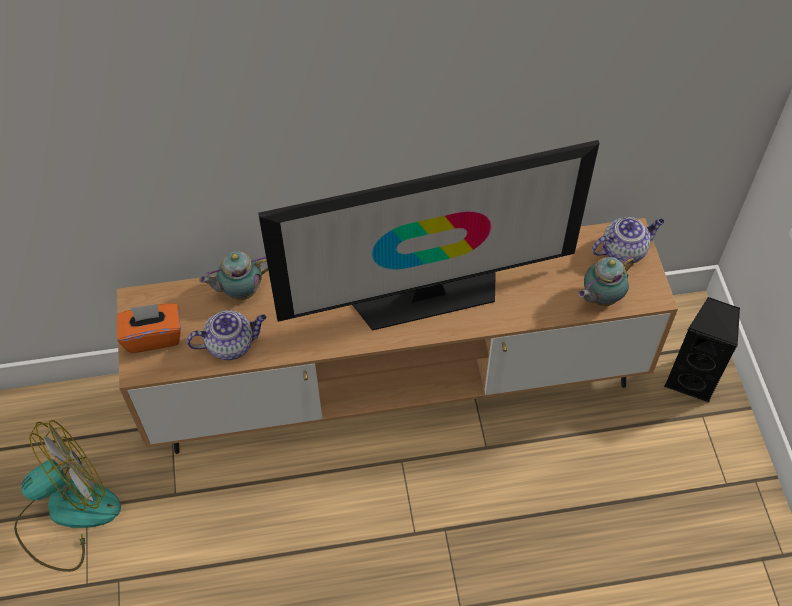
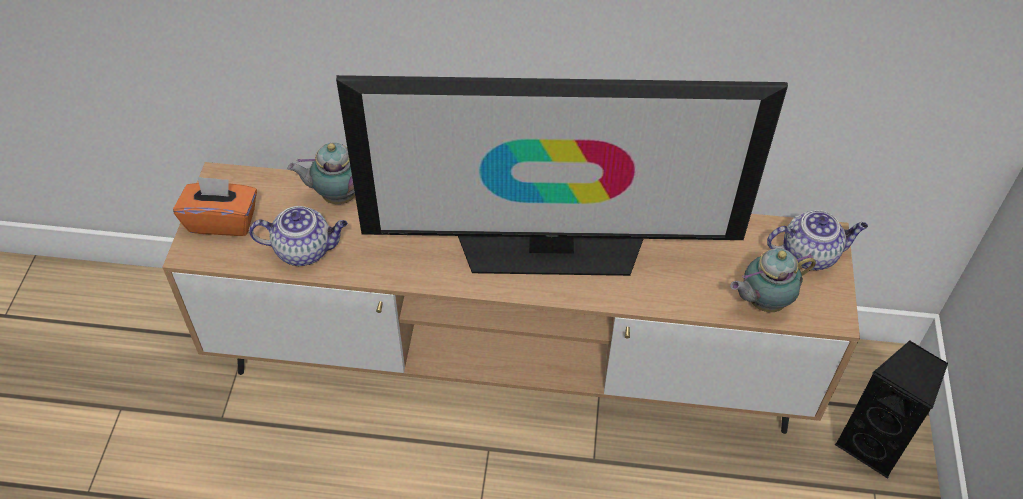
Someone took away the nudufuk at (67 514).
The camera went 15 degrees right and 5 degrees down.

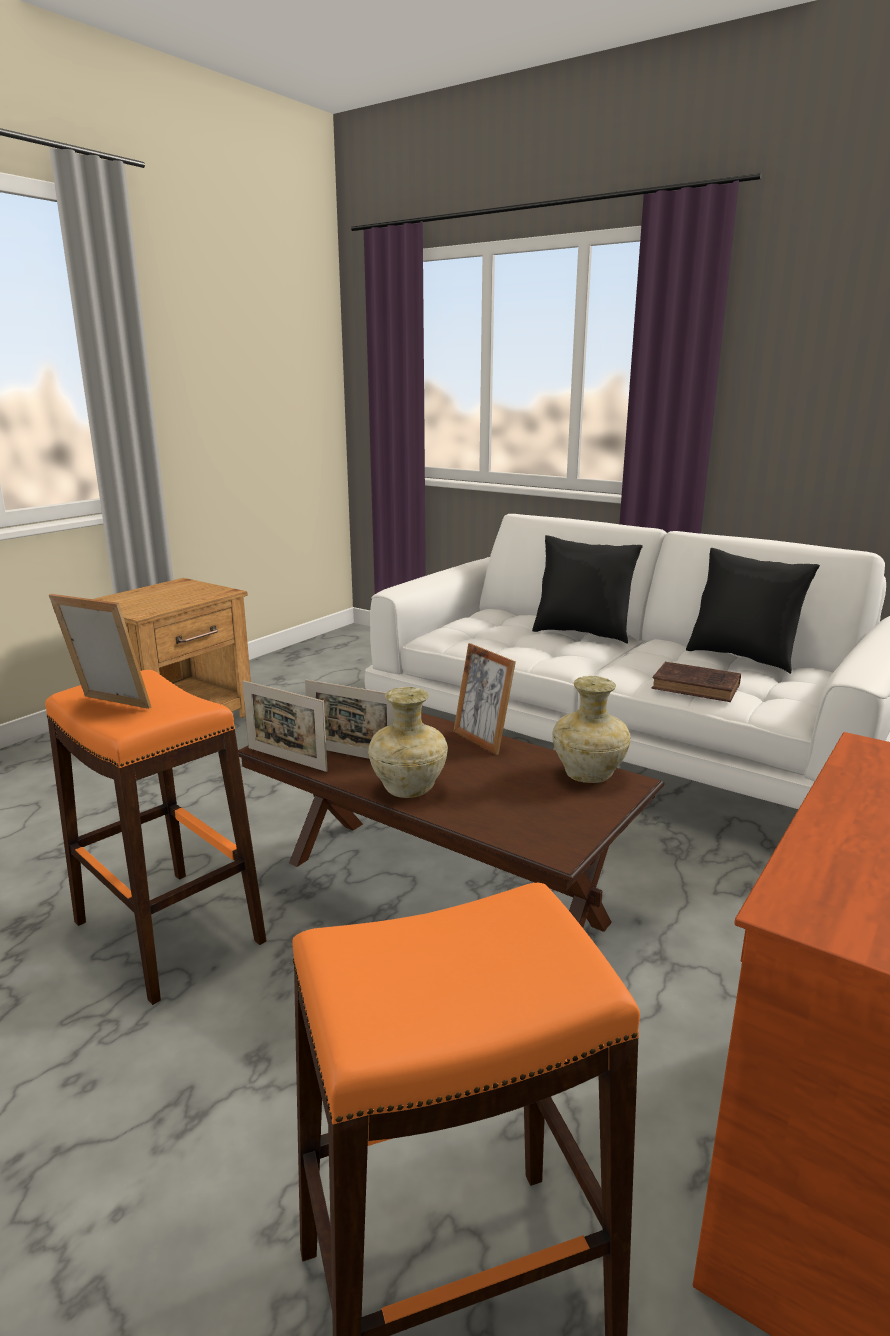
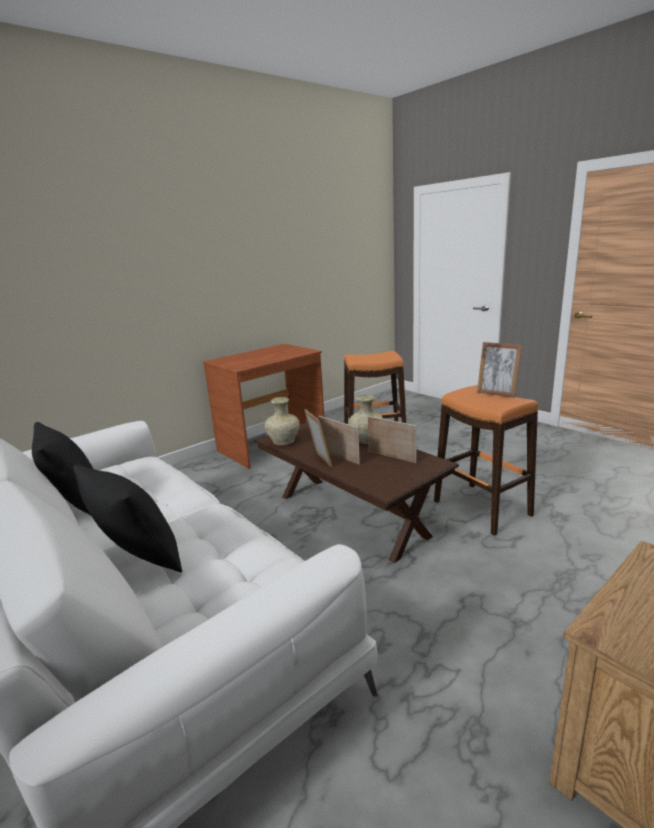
Someone carried the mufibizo from (286 759) to (339 457).
Someone took away the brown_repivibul at (698 687).
The camera went 165 degrees left and 0 degrees up.

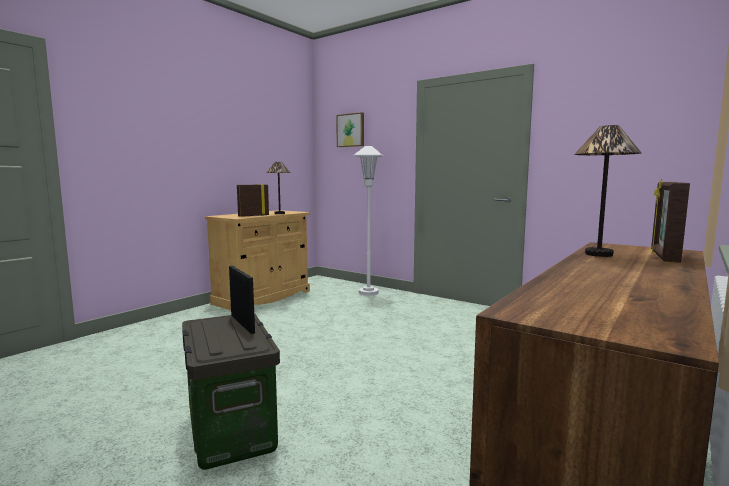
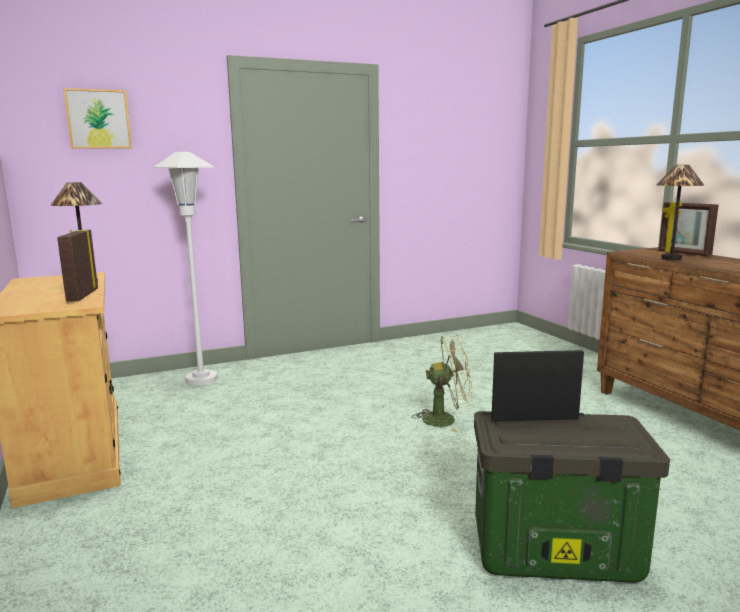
Someone put down the green_nudufuk at (446 419).
The camera went 60 degrees left and 5 degrees up.

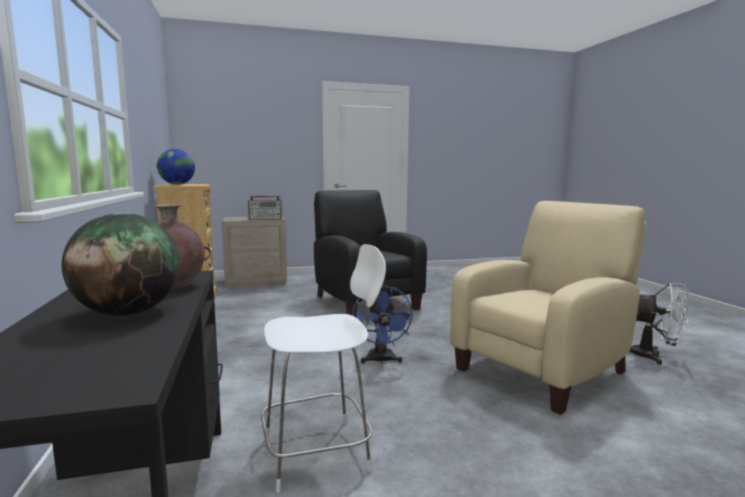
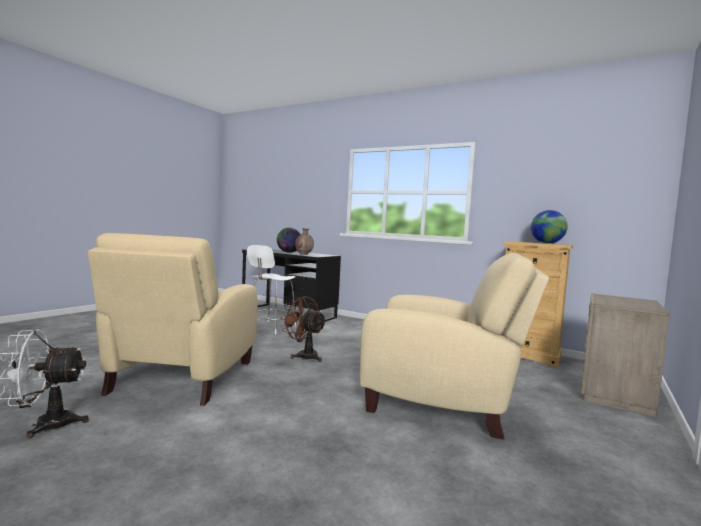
Someone repainted the blue_nudufuk at (381 361), which became the brown_nudufuk at (304 355).
Someone repainted the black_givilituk at (364 301), which became the beige_givilituk at (443 403).
Someone took away the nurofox at (266 219).
The camera went 135 degrees right and 5 degrees down.

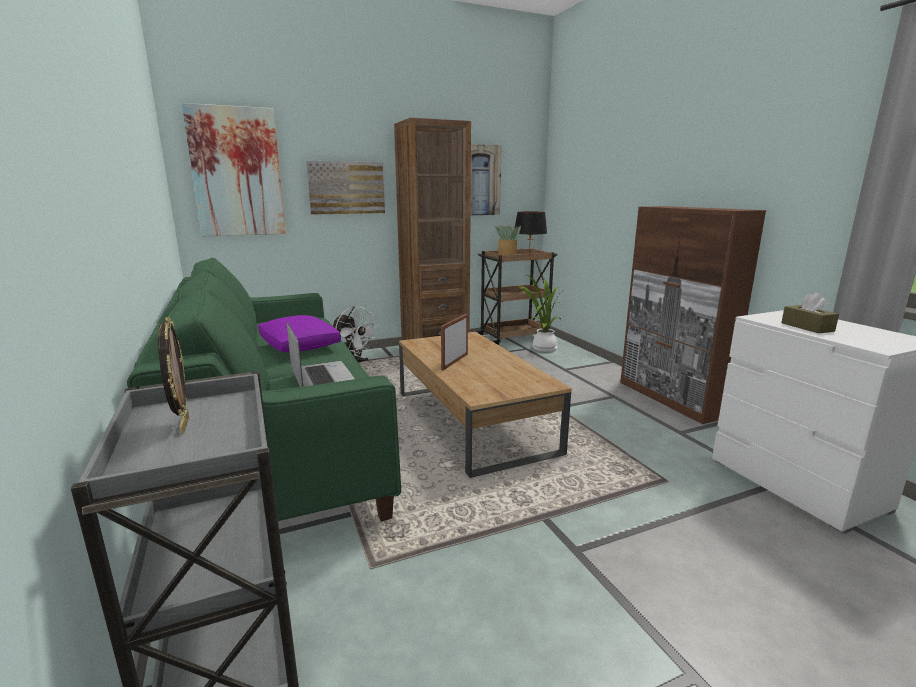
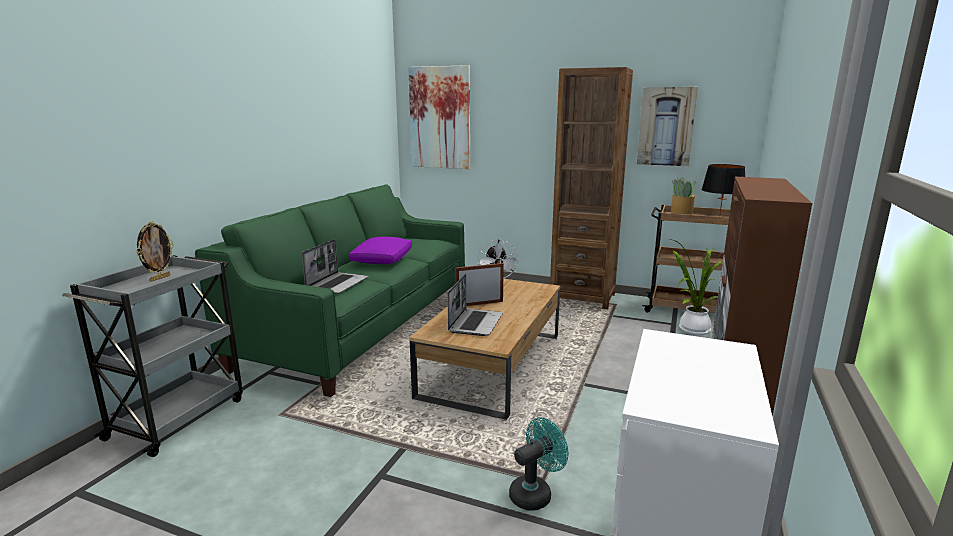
Someone put down the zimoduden at (475 323).
Someone put down the turquoise_nudufuk at (535 493).
Someone took away the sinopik at (346 188).
Someone took away the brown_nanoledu at (807 327).
The camera went 45 degrees right and 0 degrees up.

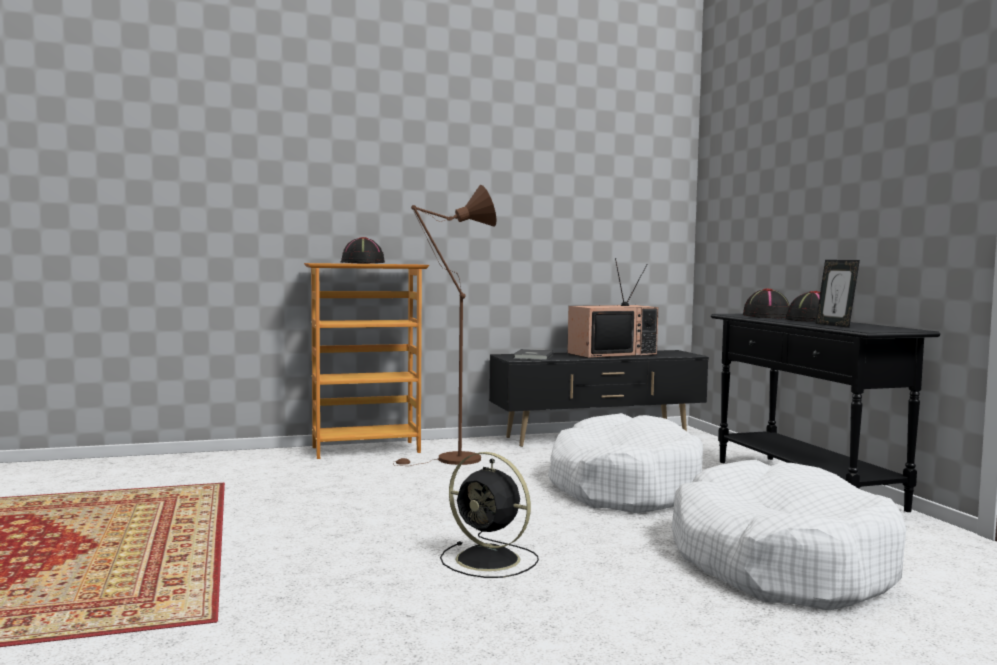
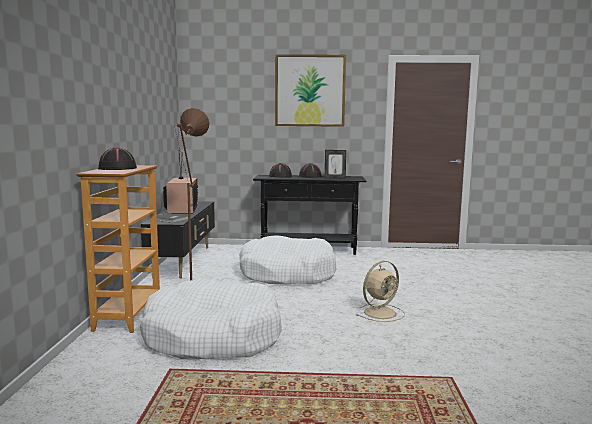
Someone carried the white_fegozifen from (779 563) to (212 336).
Someone put up the sinopik at (310 91).
Someone repainted the black_nudufuk at (490 560), which became the beige_nudufuk at (381 312).
The camera went 70 degrees left and 5 degrees up.

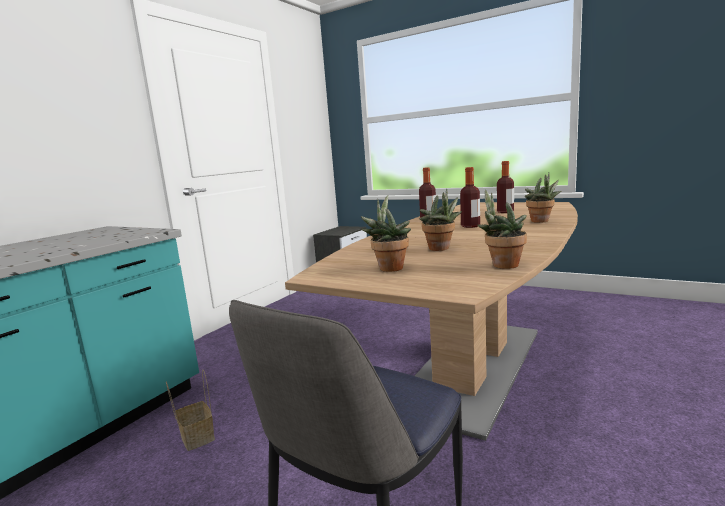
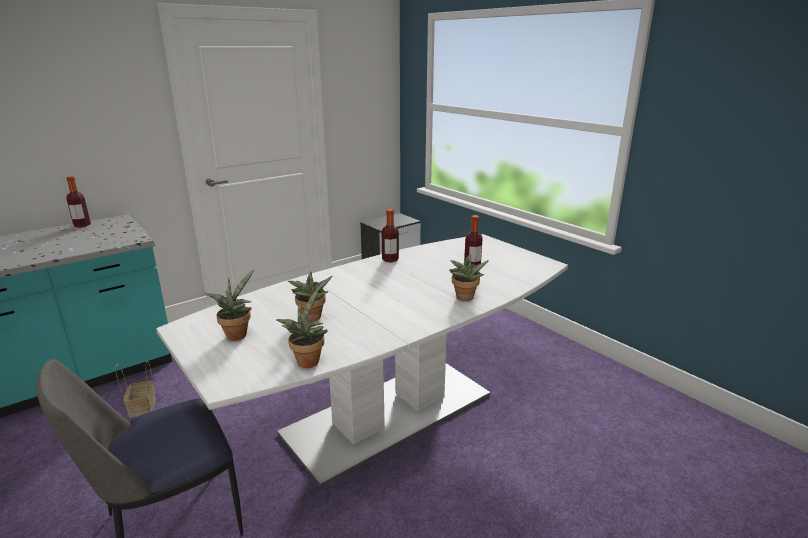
Someone carried the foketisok from (470 226) to (82 225).
Someone repainted the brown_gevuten at (473 366), which became the white_gevuten at (390 413).
The camera went 20 degrees right and 10 degrees up.

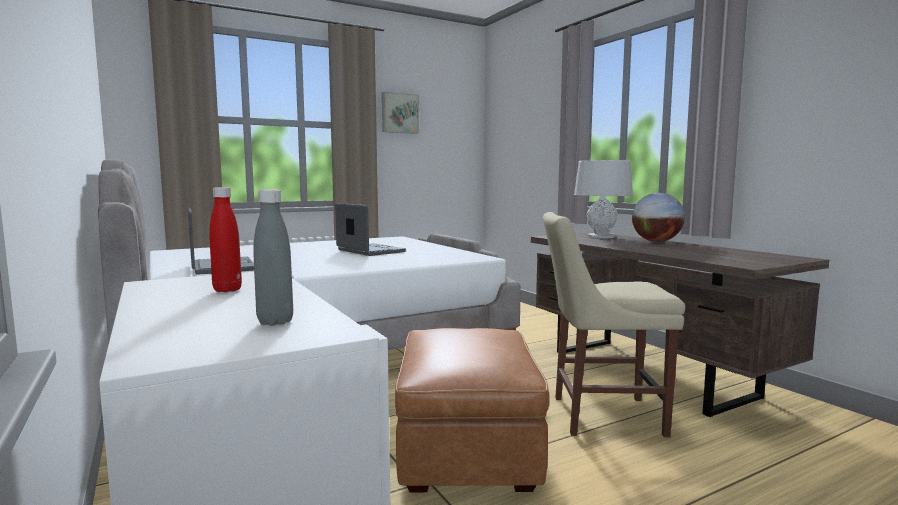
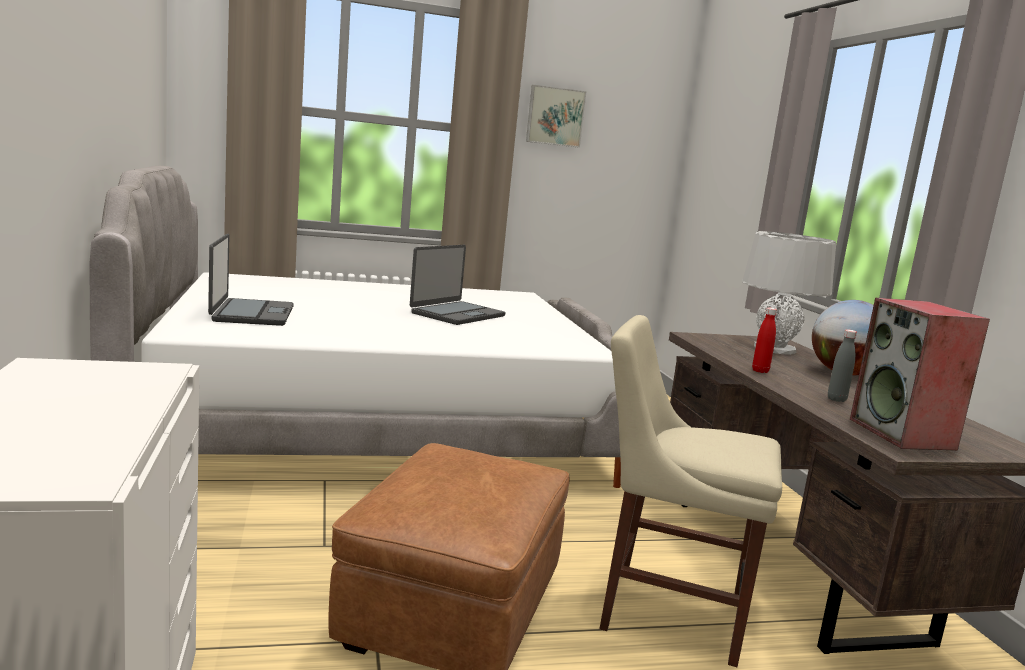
Someone rotated the zimoduden at (370 251) by 60 degrees clockwise.
Someone carried the red_foketisok from (227 290) to (760 371).
Someone carried the grey_foketisok from (275 322) to (836 399).
Someone put down the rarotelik at (903 434).
The camera went 15 degrees right and 5 degrees up.

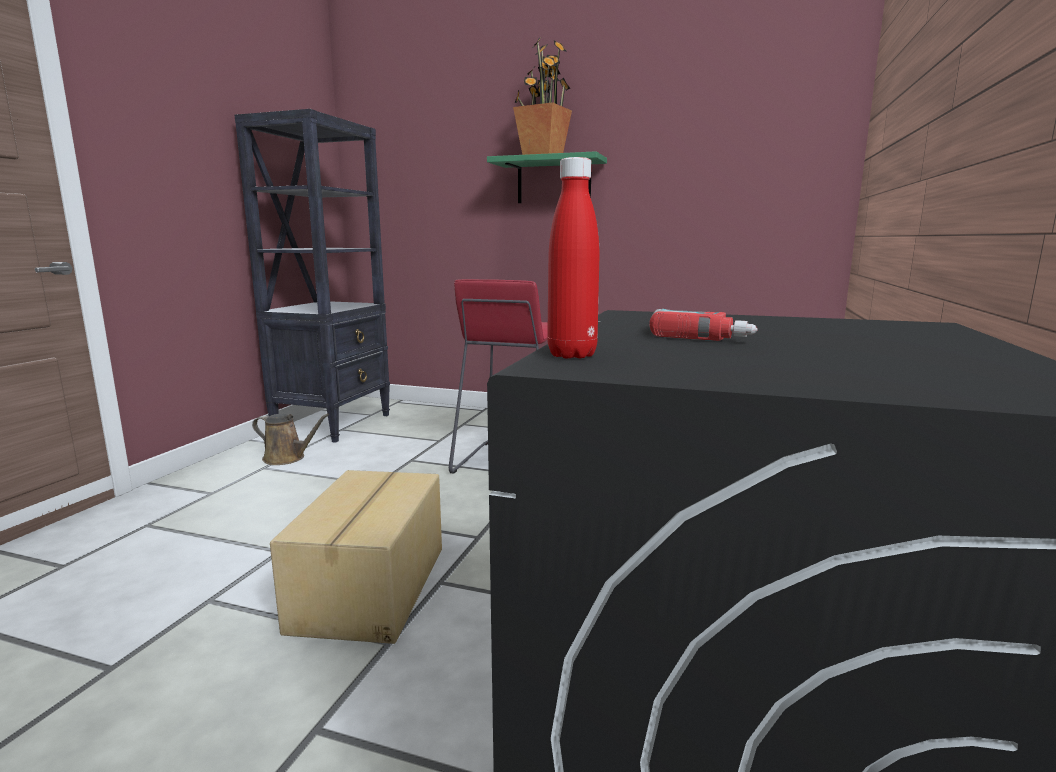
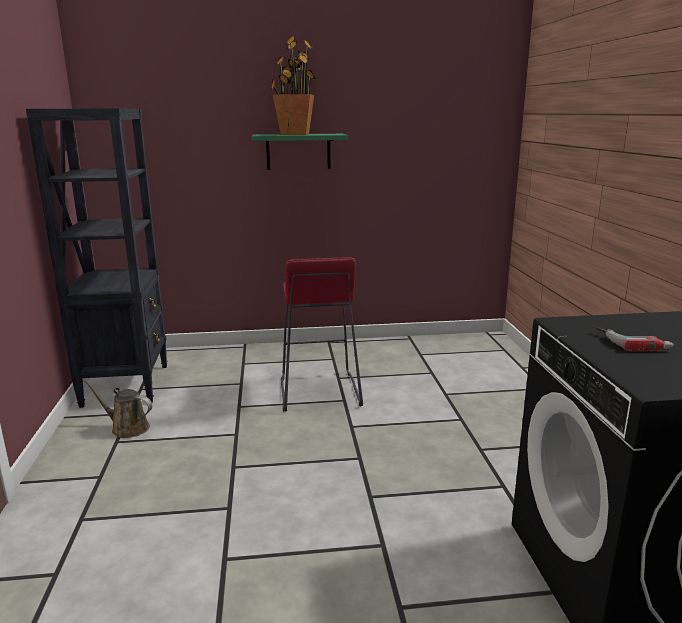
Someone rotated the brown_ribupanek at (287 458) by 150 degrees counterclockwise.
Someone took away the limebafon at (373 587).
Someone took away the red_foketisok at (572 355).
The camera went 25 degrees left and 5 degrees up.

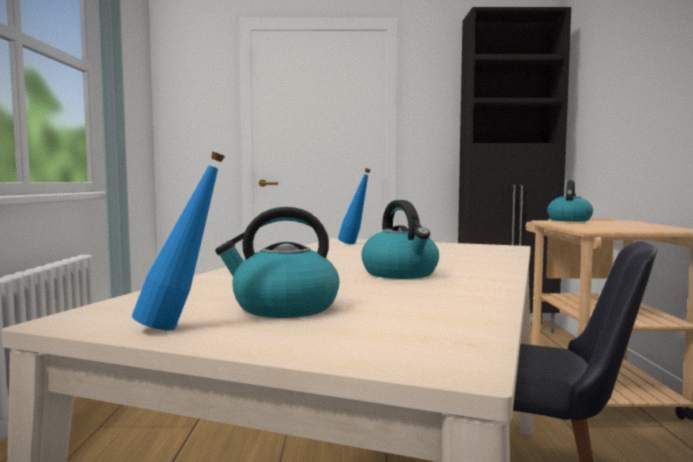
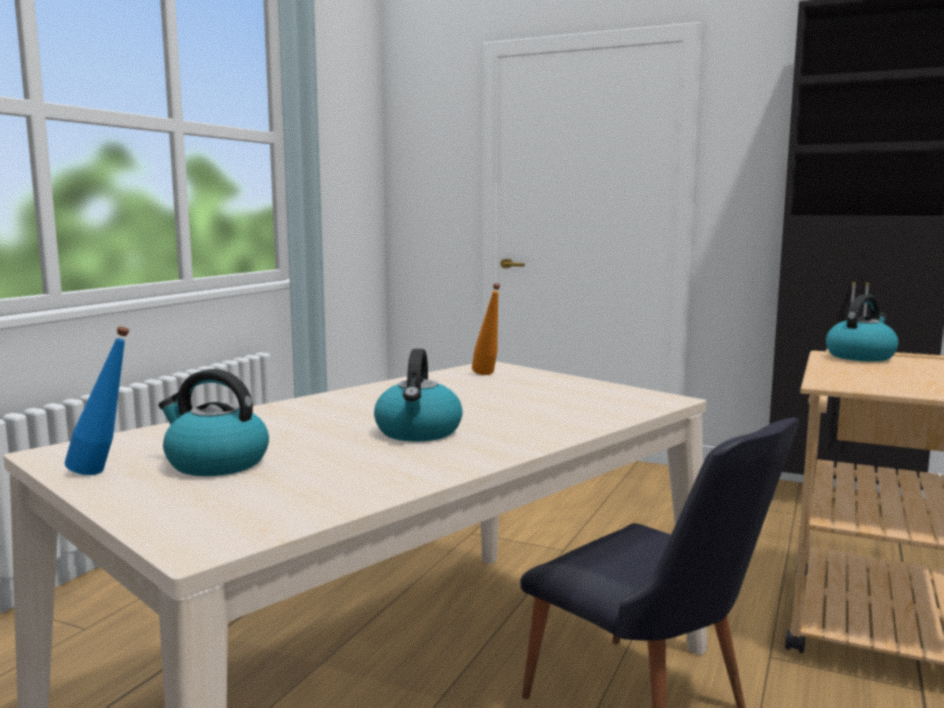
Someone repainted the blue_foketisok at (354 244), which became the orange_foketisok at (488 375).
The camera went 25 degrees right and 5 degrees up.

